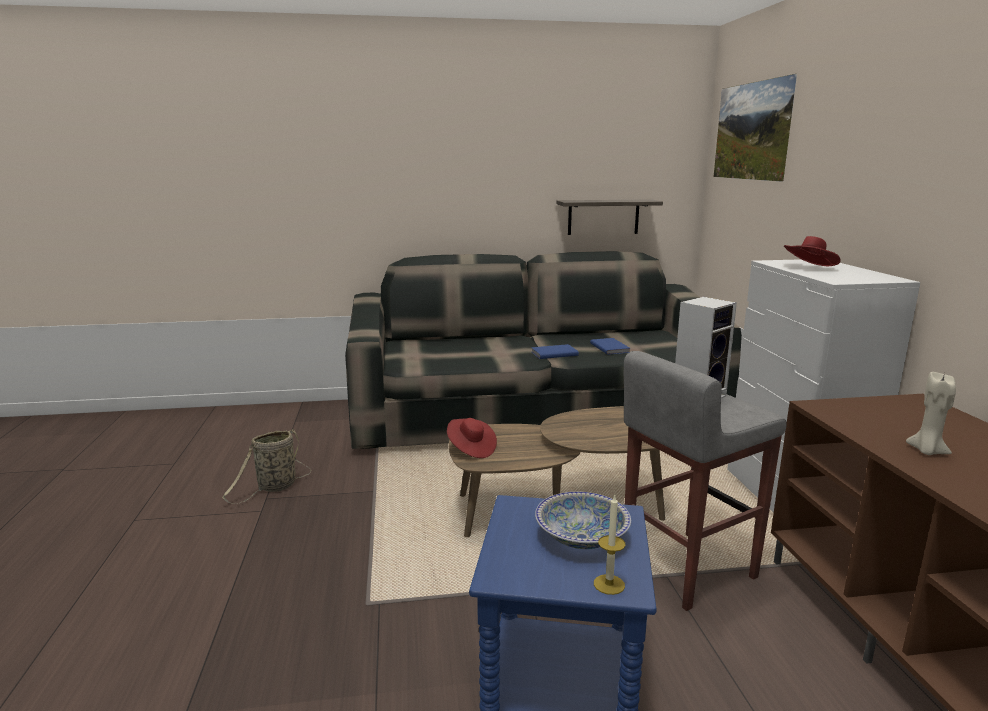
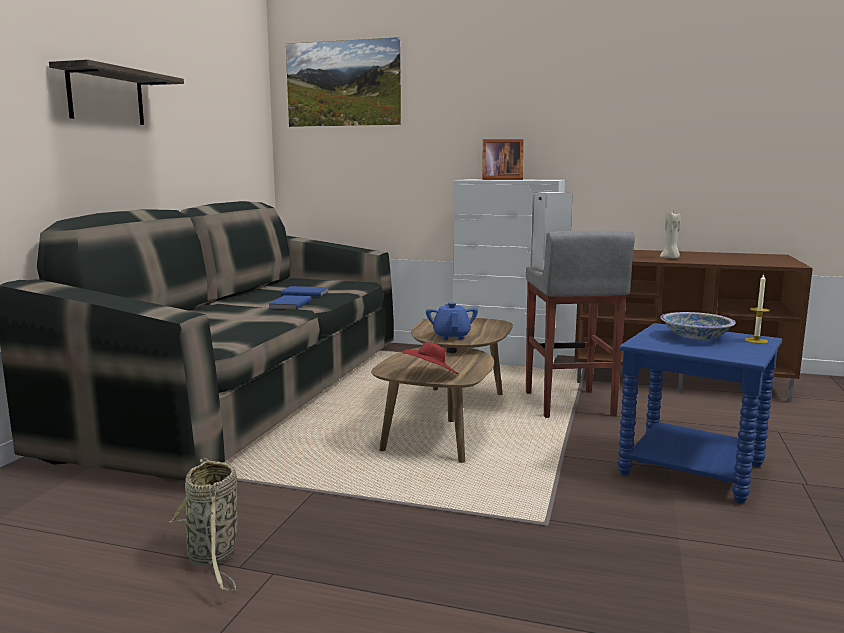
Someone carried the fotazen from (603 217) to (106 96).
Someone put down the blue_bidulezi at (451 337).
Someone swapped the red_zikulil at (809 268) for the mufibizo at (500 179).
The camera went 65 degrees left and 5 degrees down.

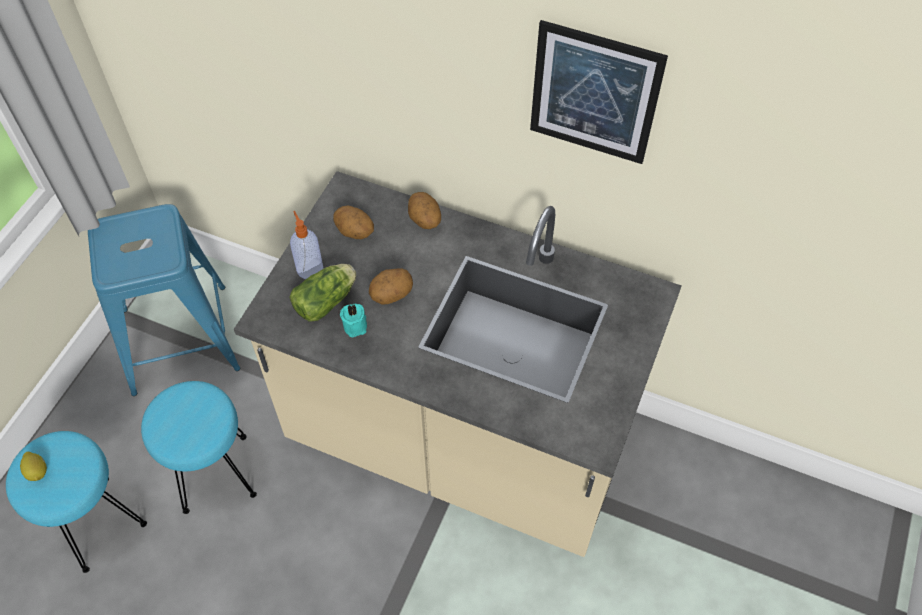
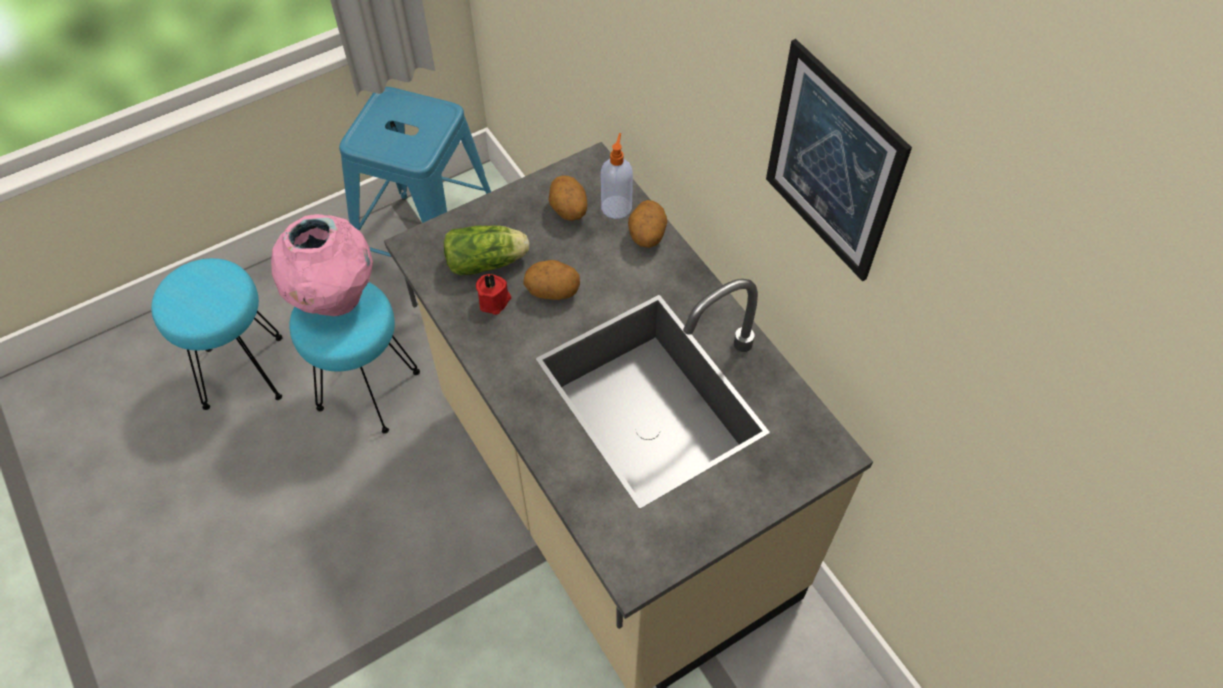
Someone put down the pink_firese at (334 299).
Someone repainted the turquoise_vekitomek at (356 325), which became the red_vekitomek at (495 301).
Someone carried the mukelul from (309 268) to (616 206).
Someone took away the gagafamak at (37 471).
The camera went 35 degrees right and 0 degrees up.

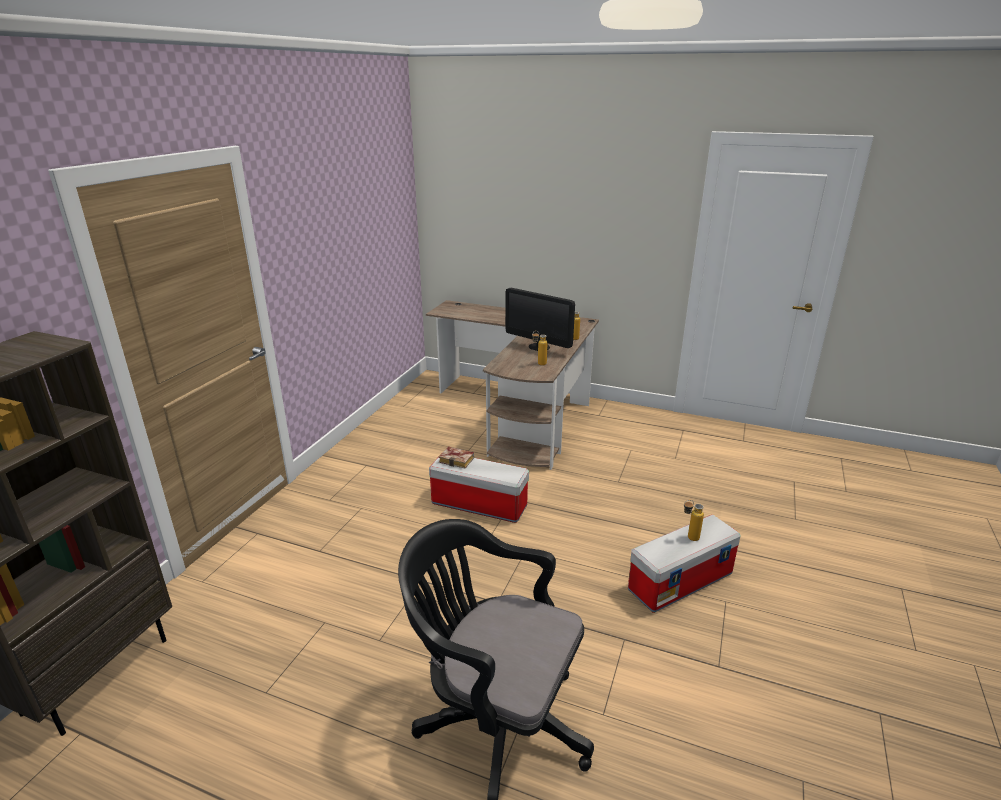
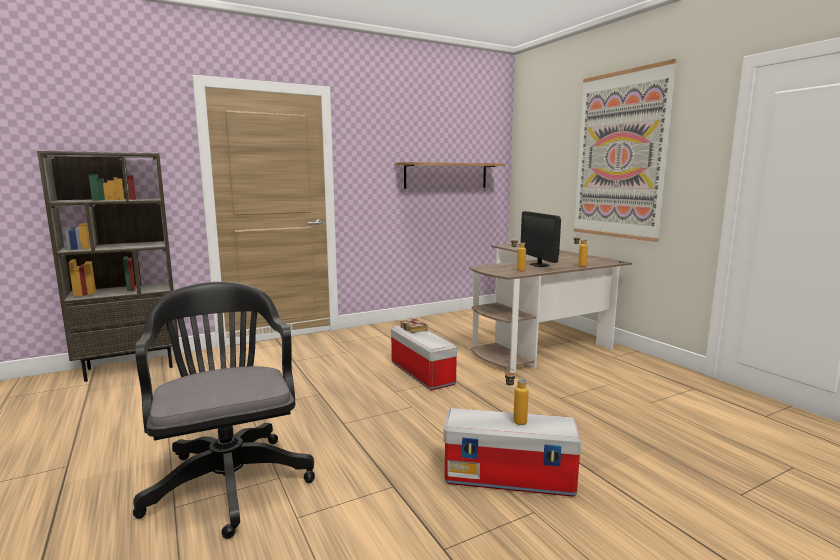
Someone put up the fotazen at (446 175).
Someone put up the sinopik at (619 155).
The camera went 40 degrees right and 15 degrees down.

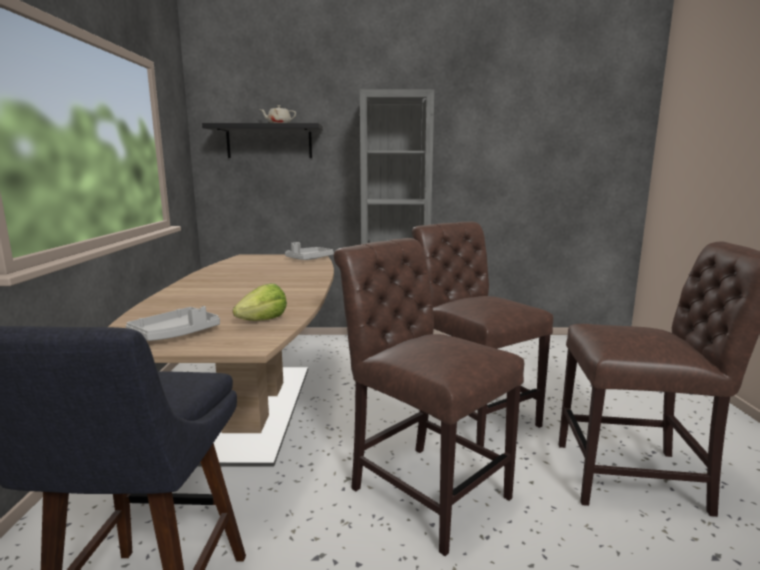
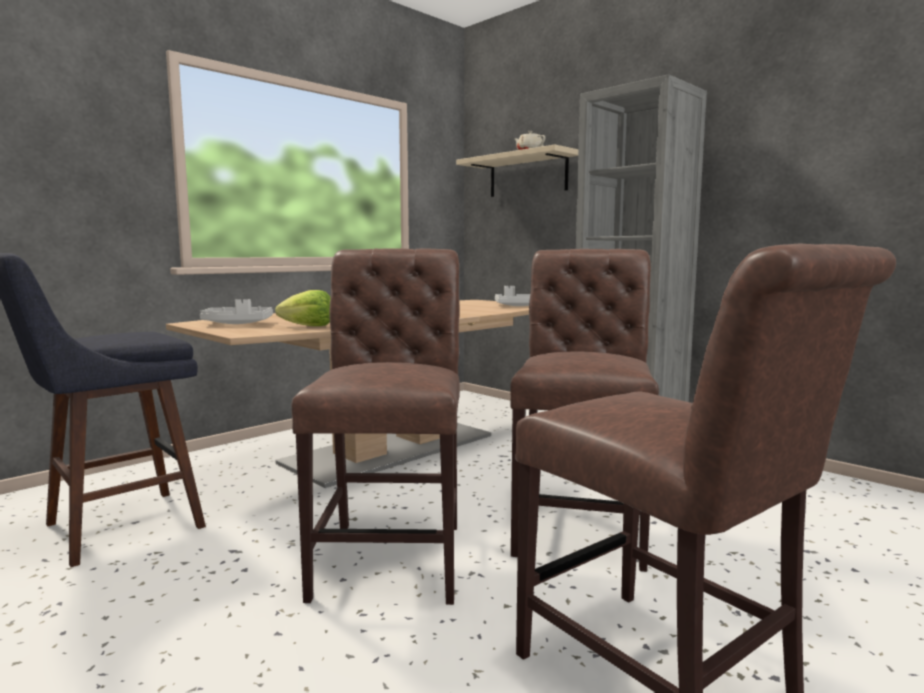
Someone repainted the black_fotazen at (269 142), which became the beige_fotazen at (528 175).
The camera went 45 degrees right and 5 degrees down.

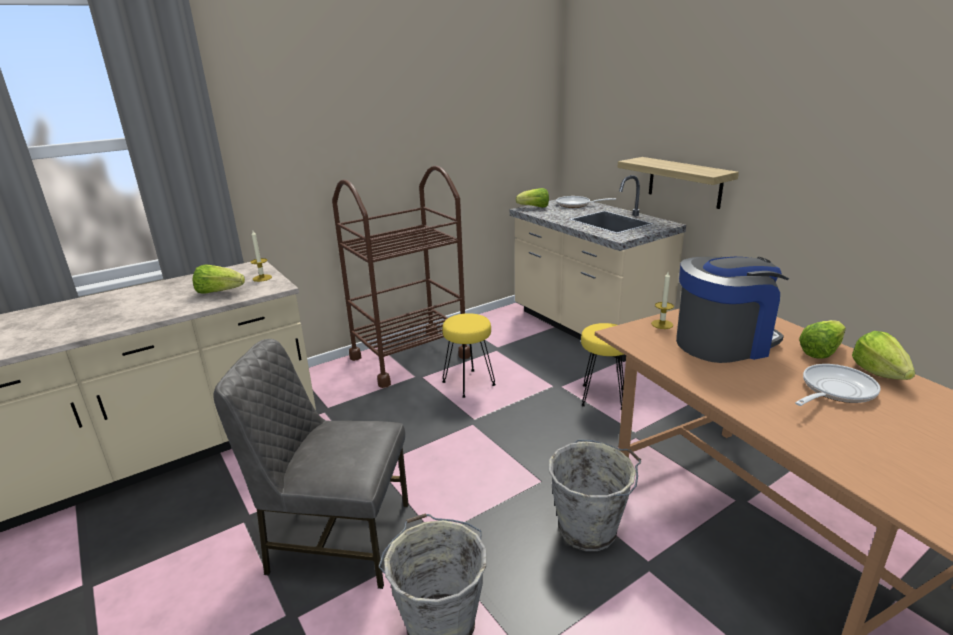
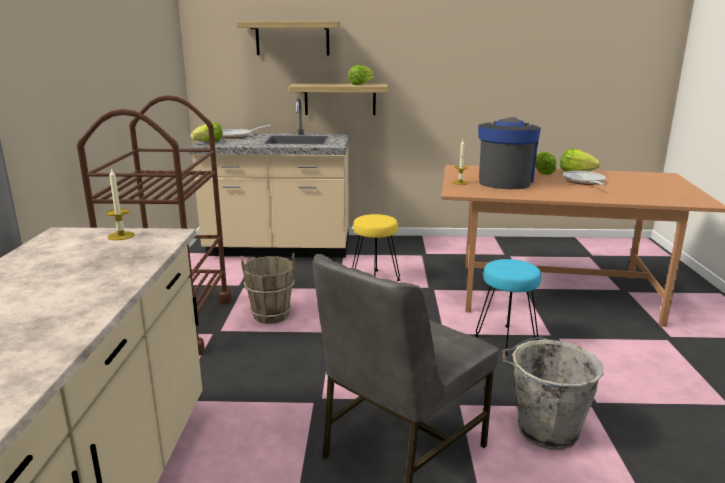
Someone put up the fotazen at (292 38).
Someone swapped the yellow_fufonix at (469 383) for the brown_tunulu at (271 315).
Someone carried the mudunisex from (219 292) to (361 84).
Someone swapped the grey_tunulu at (590 529) for the turquoise_fufonix at (505 340).
The camera went 55 degrees left and 5 degrees down.

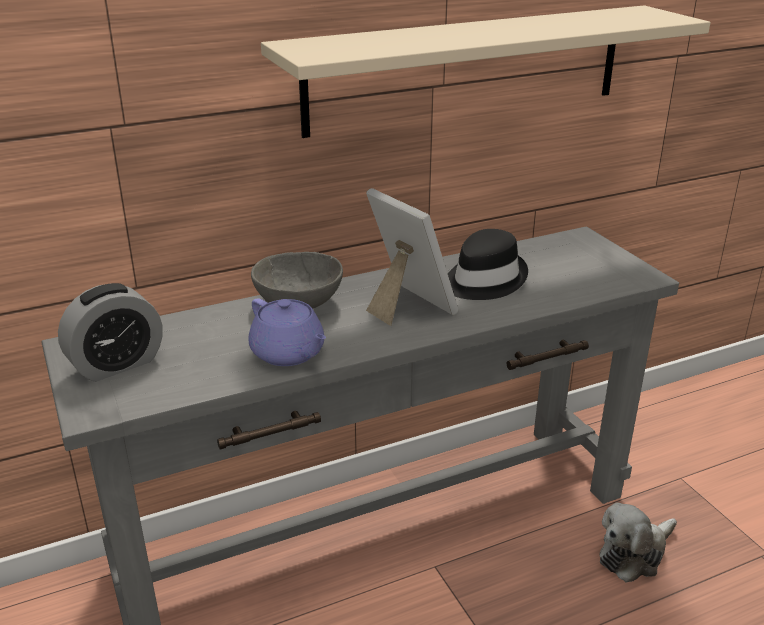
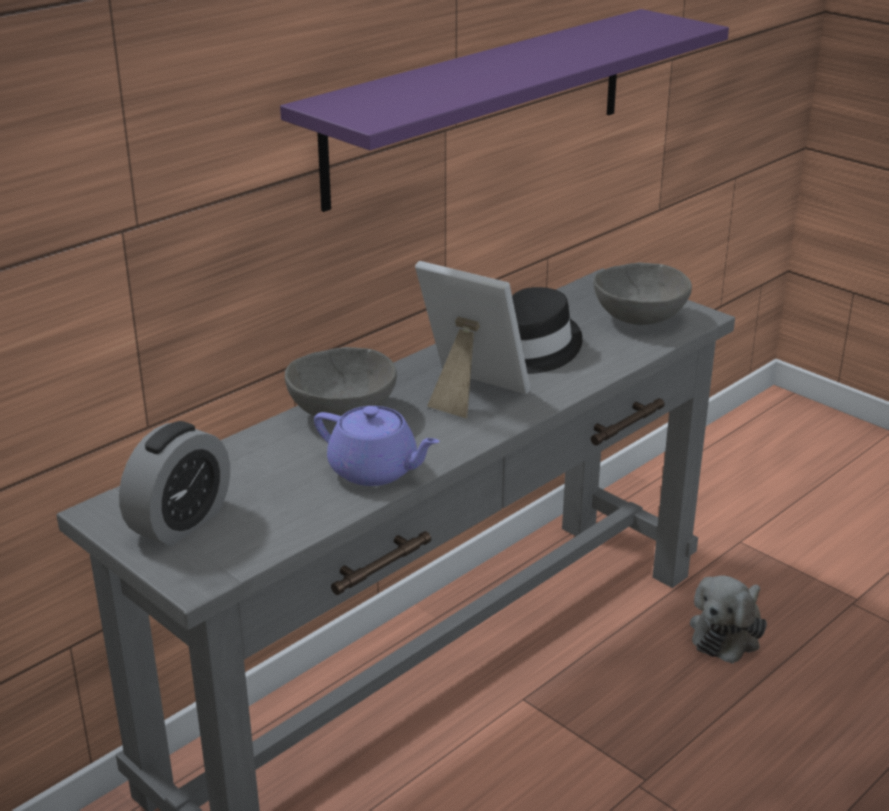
Someone repainted the beige_fotazen at (468 69), which became the purple_fotazen at (481 105).
Someone put down the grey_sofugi at (638 319).
The camera went 20 degrees left and 0 degrees up.

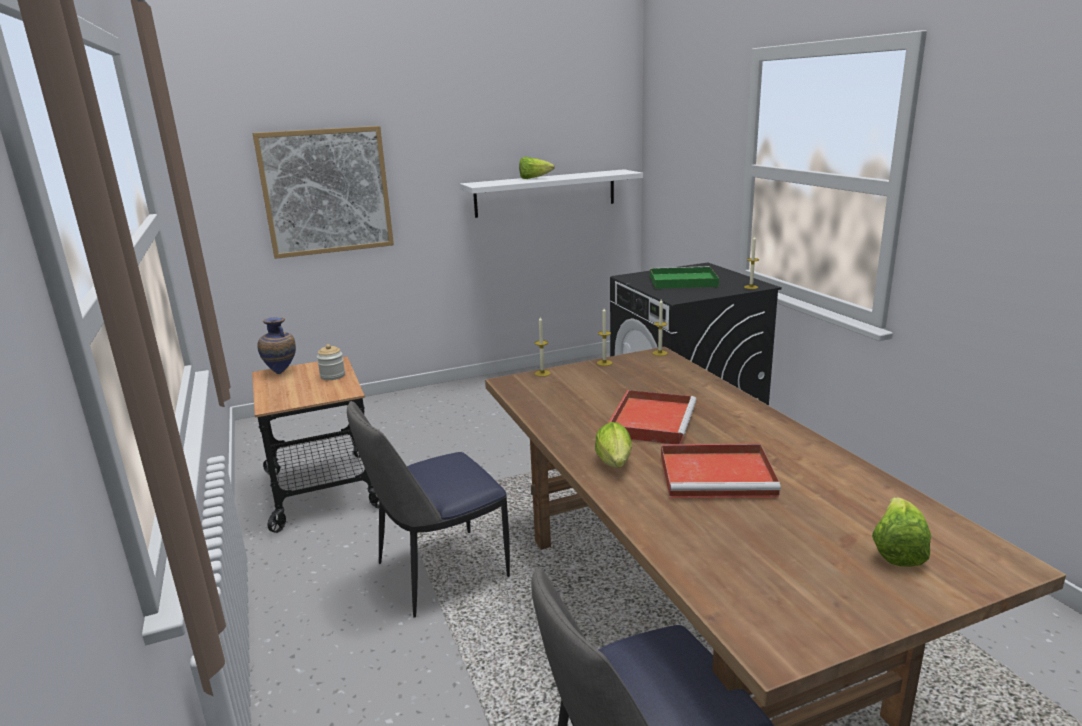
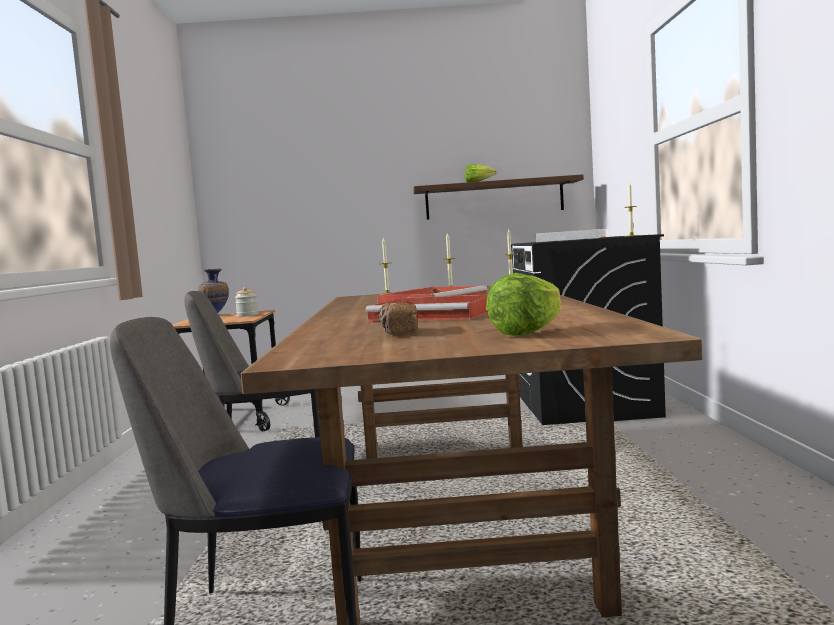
Someone put down the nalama at (399 333).
Someone repainted the white_fotazen at (545 193), which became the brown_fotazen at (494 199).
Someone repainted the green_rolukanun at (681 281), which became the white_rolukanun at (570 239).
Someone took away the sinopik at (326 191).
Someone took away the mudunisex at (615 465).
The camera went 20 degrees right and 15 degrees down.

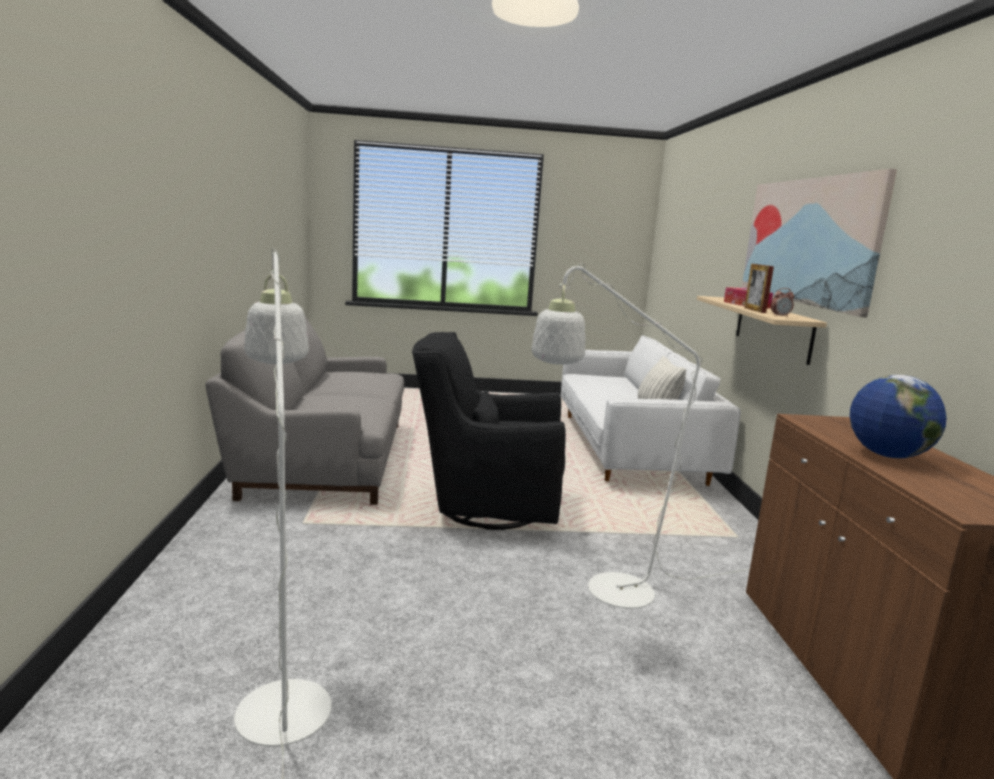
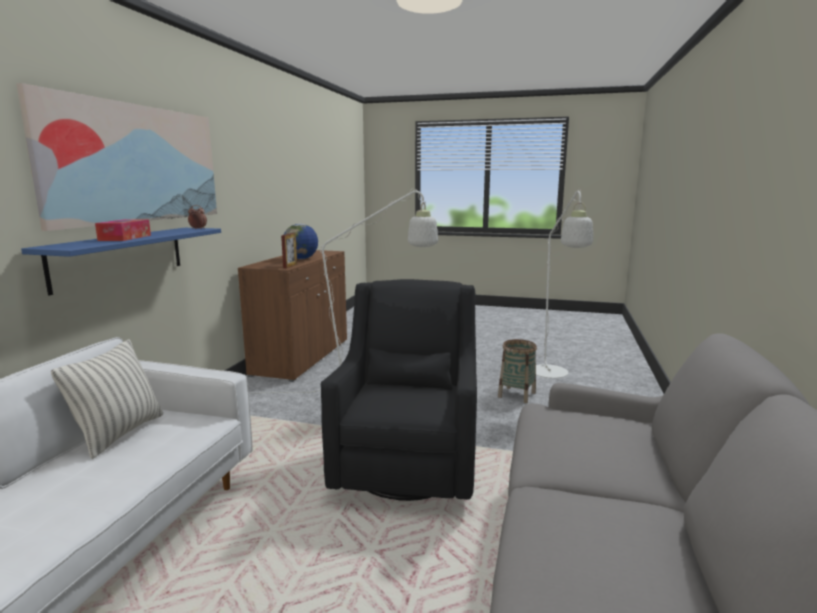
Someone repainted the beige_fotazen at (772 328), which became the blue_fotazen at (120 257).
Someone carried the mufibizo from (754 310) to (290 266).
Someone rotated the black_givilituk at (485 506) by 105 degrees counterclockwise.
Someone put down the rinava at (516 395).
The camera went 160 degrees left and 0 degrees up.

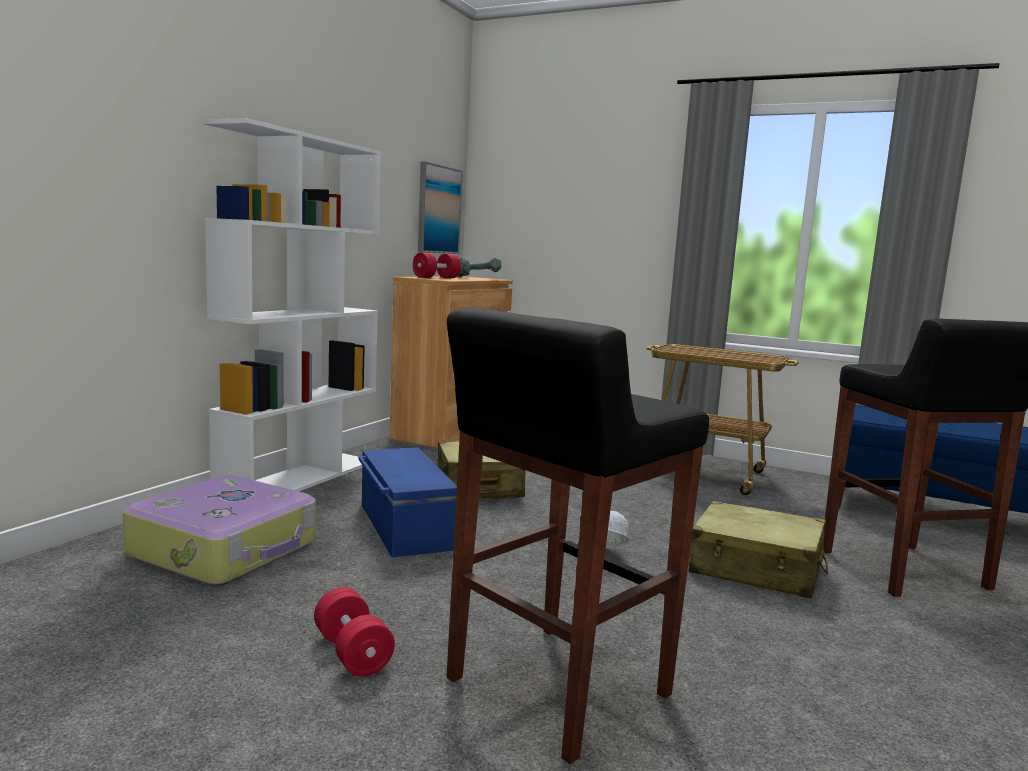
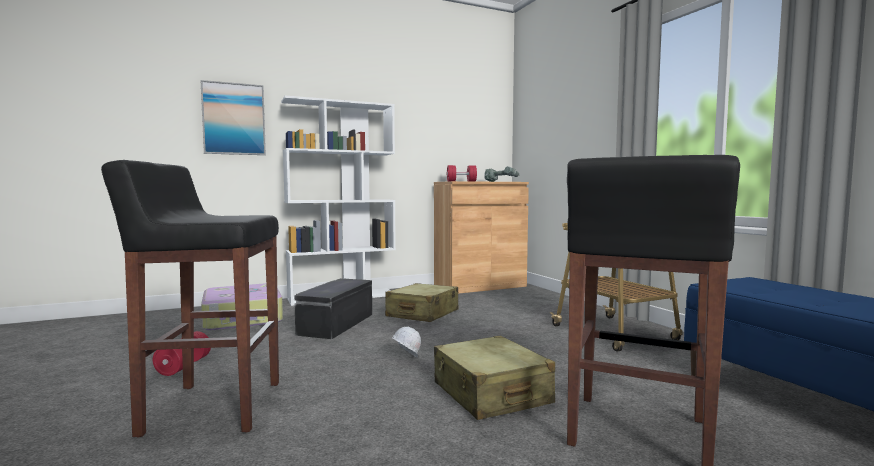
Someone carried the sinopik from (438 210) to (234 119).
Someone repainted the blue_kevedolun at (403 526), which became the black_kevedolun at (335 324).
The camera went 40 degrees right and 5 degrees down.

